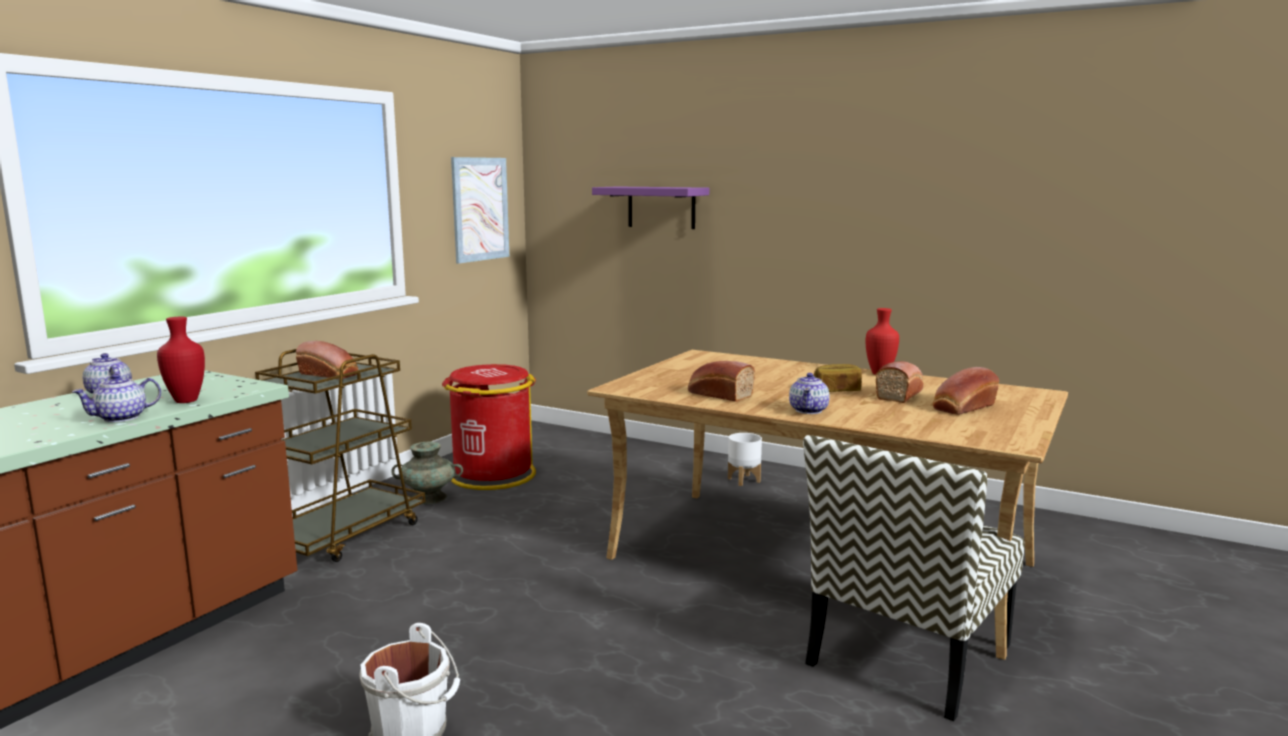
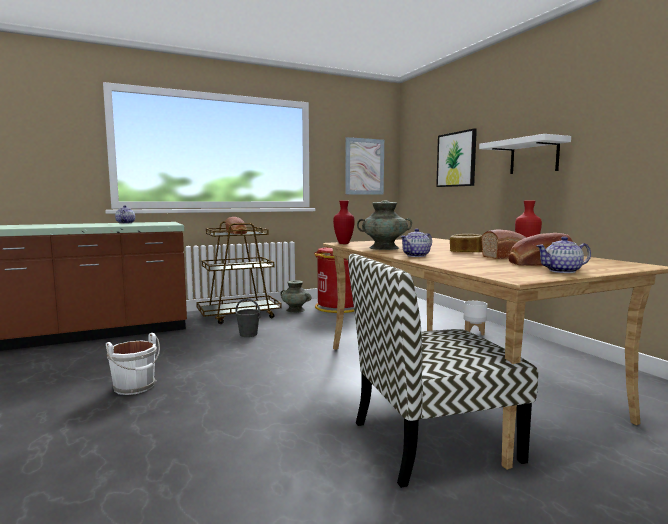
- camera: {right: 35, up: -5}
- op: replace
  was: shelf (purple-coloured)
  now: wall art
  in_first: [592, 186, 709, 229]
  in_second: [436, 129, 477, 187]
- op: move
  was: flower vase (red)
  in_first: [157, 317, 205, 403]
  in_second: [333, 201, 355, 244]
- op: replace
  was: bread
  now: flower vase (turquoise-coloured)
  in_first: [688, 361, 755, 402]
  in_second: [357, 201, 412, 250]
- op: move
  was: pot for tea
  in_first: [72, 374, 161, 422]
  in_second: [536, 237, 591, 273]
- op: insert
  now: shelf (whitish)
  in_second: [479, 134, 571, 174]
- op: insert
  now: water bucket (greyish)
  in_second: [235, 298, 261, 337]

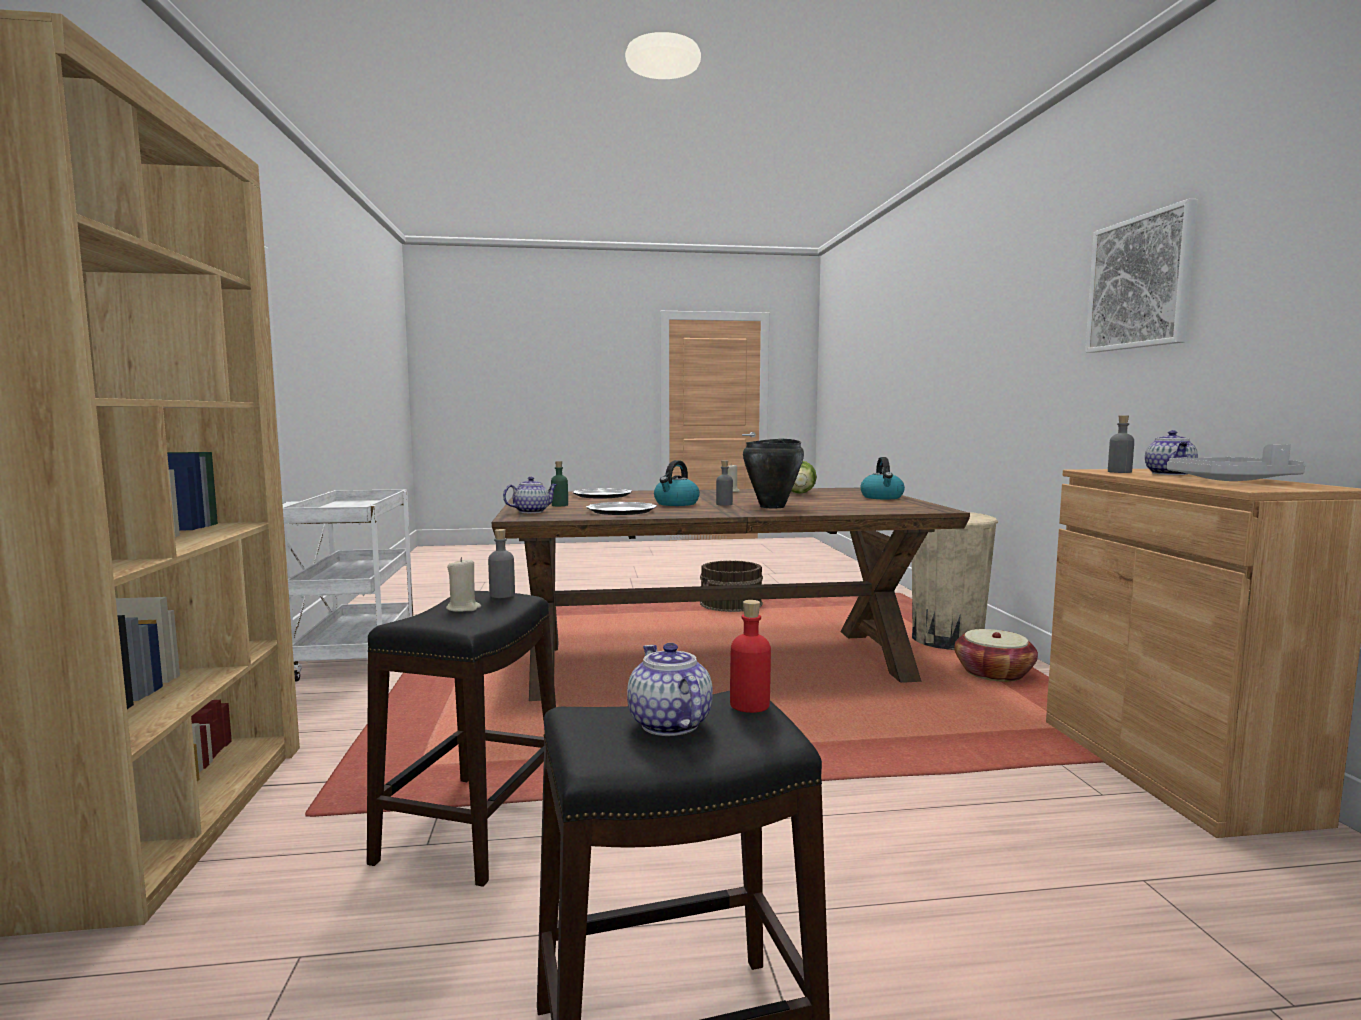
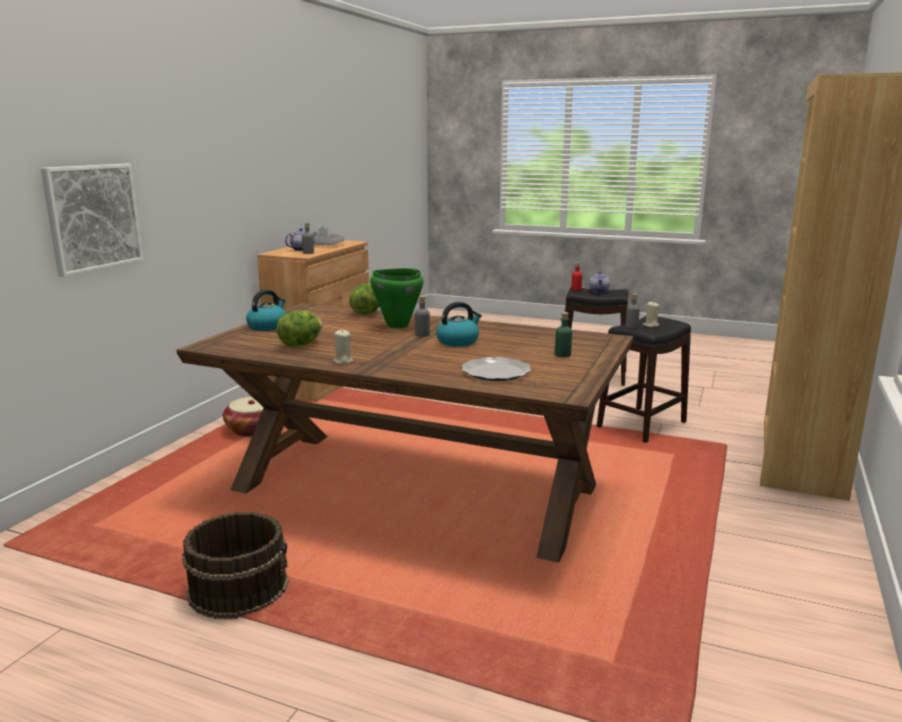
- camera: {right: -150, up: 10}
- op: move
  was: wall art
  in_first: [1085, 199, 1198, 353]
  in_second: [41, 164, 144, 277]
- op: recolor
  was: cooking pot (black)
  now: cooking pot (greenish)
  in_first: [743, 438, 804, 508]
  in_second: [370, 268, 423, 329]
- op: delete
  was: pot for tea
  in_first: [503, 477, 557, 513]
- op: delete
  was: trolley (whitish)
  in_first: [283, 489, 413, 681]
- op: delete
  was: dinner plate
  in_first: [586, 502, 657, 515]
- op: delete
  was: waste bin (sand-coloured)
  in_first: [912, 512, 998, 650]
- op: insert
  now: lettuce head
  in_second: [349, 284, 379, 315]

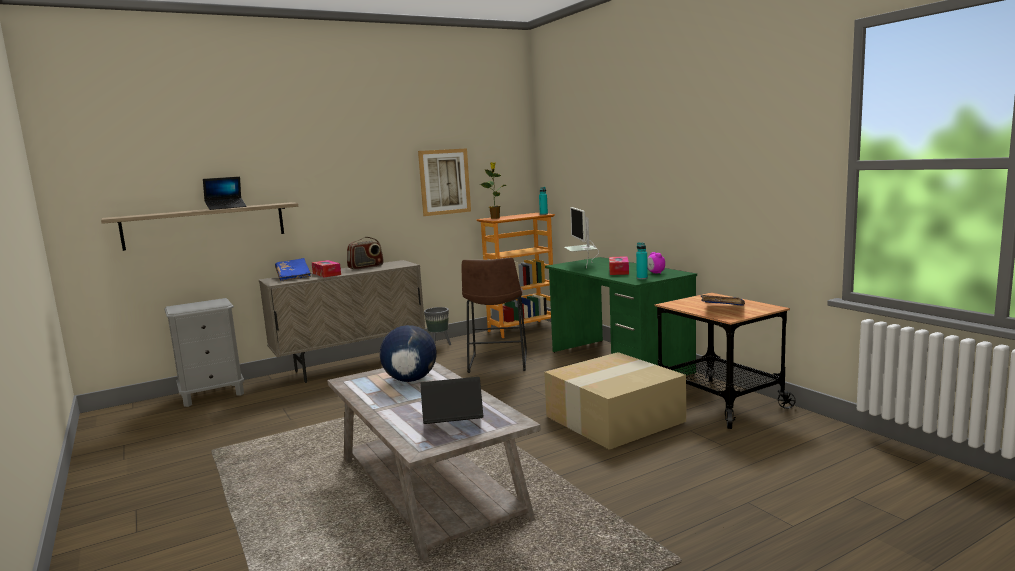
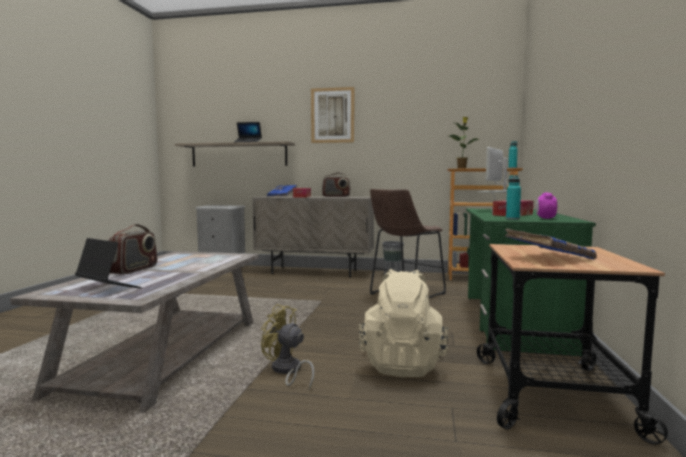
- camera: {right: 40, up: -5}
- op: move
  was: wall art
  in_first: [418, 148, 471, 216]
  in_second: [311, 87, 354, 143]
- op: delete
  was: globe
  in_first: [380, 325, 437, 382]
- op: replace
  was: cardboard box
  now: backpack (sand-coloured)
  in_first: [544, 352, 686, 450]
  in_second: [359, 269, 449, 377]
- op: insert
  now: radio
  in_second: [108, 224, 157, 274]
- op: insert
  now: fan (yellow)
  in_second: [261, 304, 314, 390]

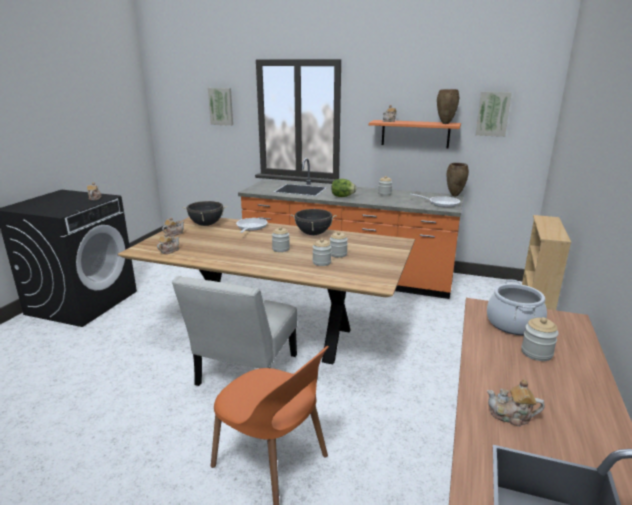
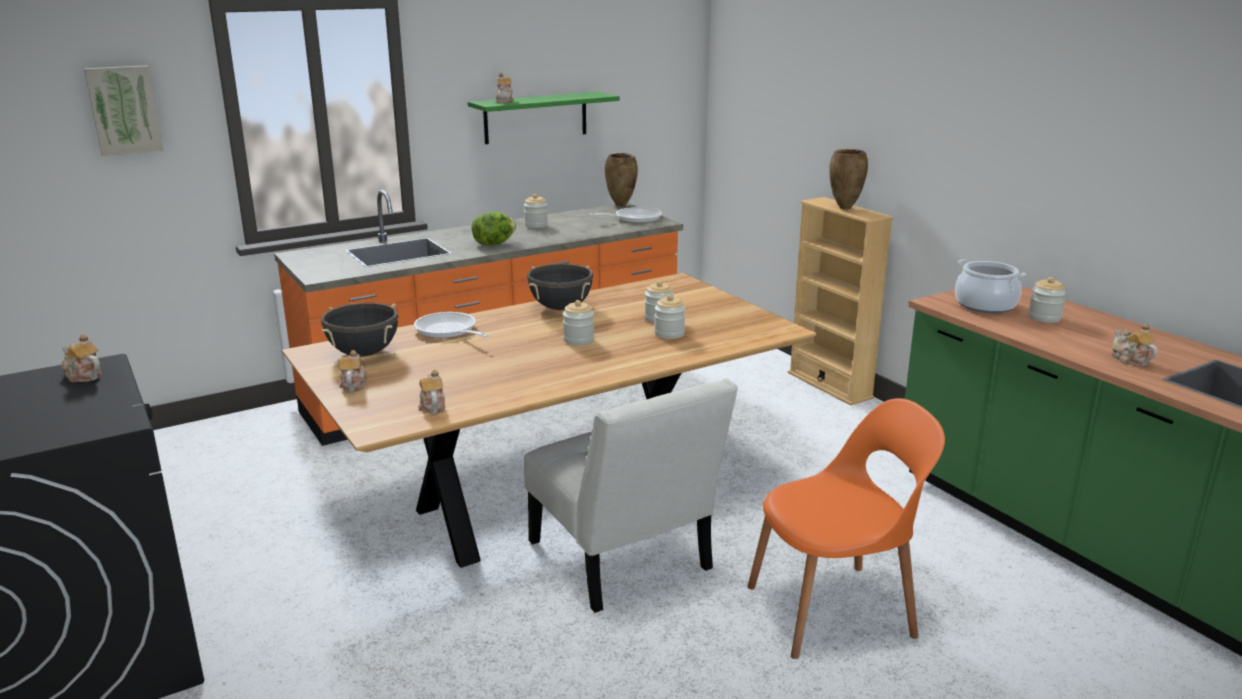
- camera: {right: -50, up: 0}
- op: move
  was: flower vase (brownish)
  in_first: [437, 89, 459, 124]
  in_second: [829, 149, 868, 210]
- op: delete
  was: wall art
  in_first: [476, 92, 512, 137]
- op: recolor
  was: shelf (orangey)
  now: shelf (greenish)
  in_first: [369, 120, 461, 149]
  in_second: [468, 92, 620, 144]
- op: rotate
  was: pot for tea
  in_first: [487, 379, 544, 426]
  in_second: [1111, 323, 1158, 366]
  clockwise: 105

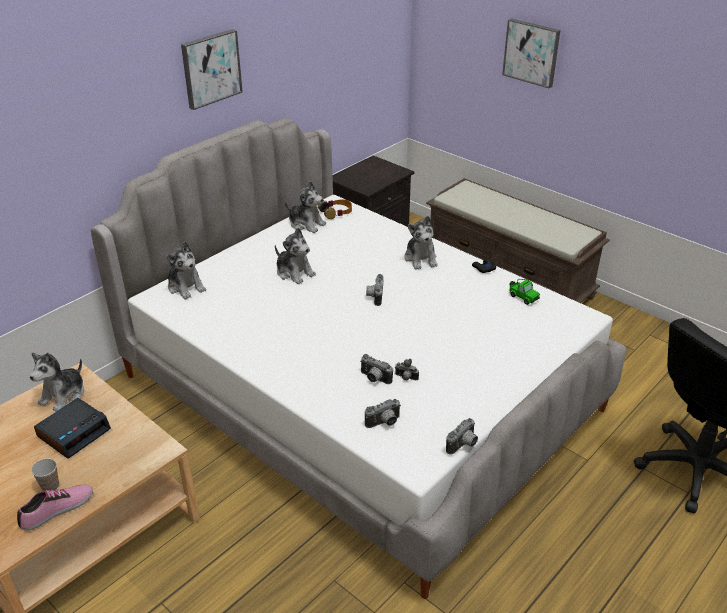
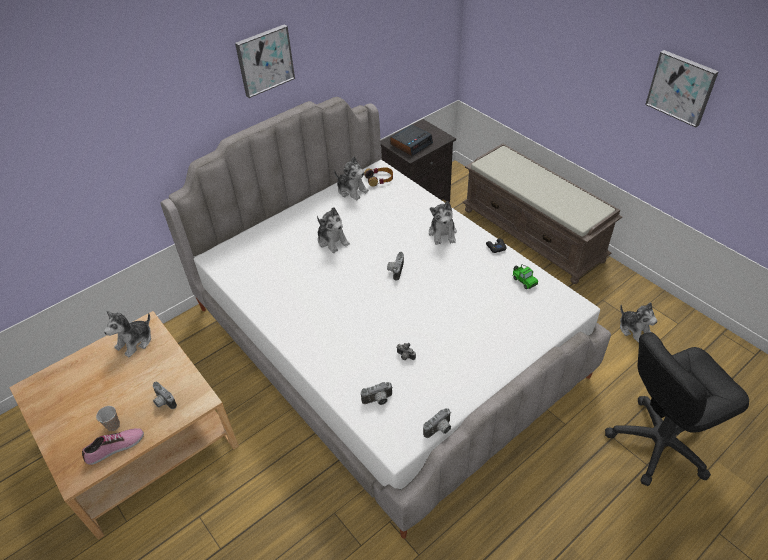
- camera: {right: 10, up: 10}
- op: move
  was: wall art
  in_first: [502, 18, 561, 88]
  in_second: [645, 50, 719, 128]
- op: move
  was: soft toy
  in_first: [167, 242, 206, 299]
  in_second: [620, 302, 657, 343]
- op: move
  was: photo camera
  in_first: [360, 354, 393, 384]
  in_second: [153, 382, 177, 409]
- op: move
  was: bedside clock
  in_first: [34, 398, 111, 459]
  in_second: [390, 125, 433, 156]

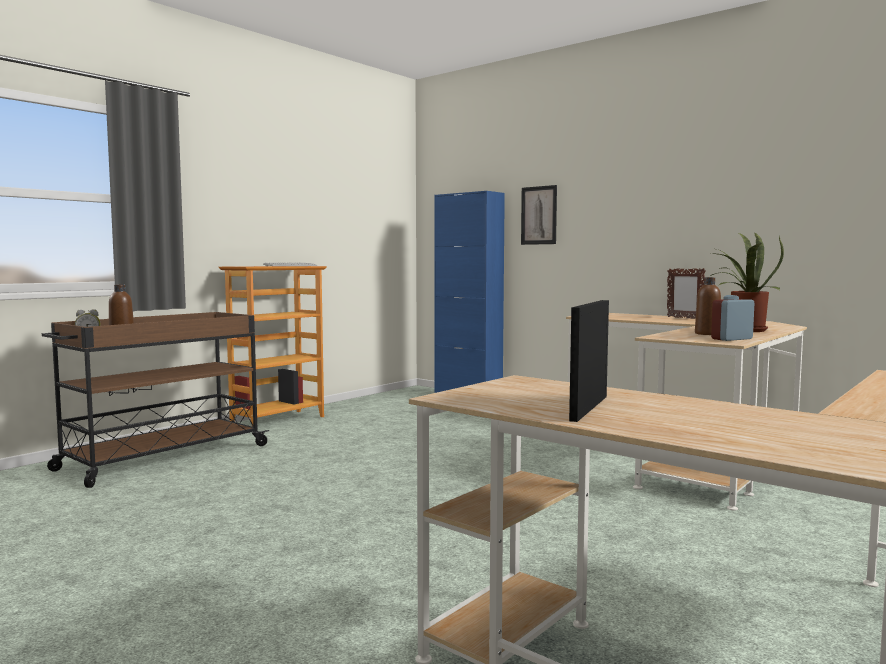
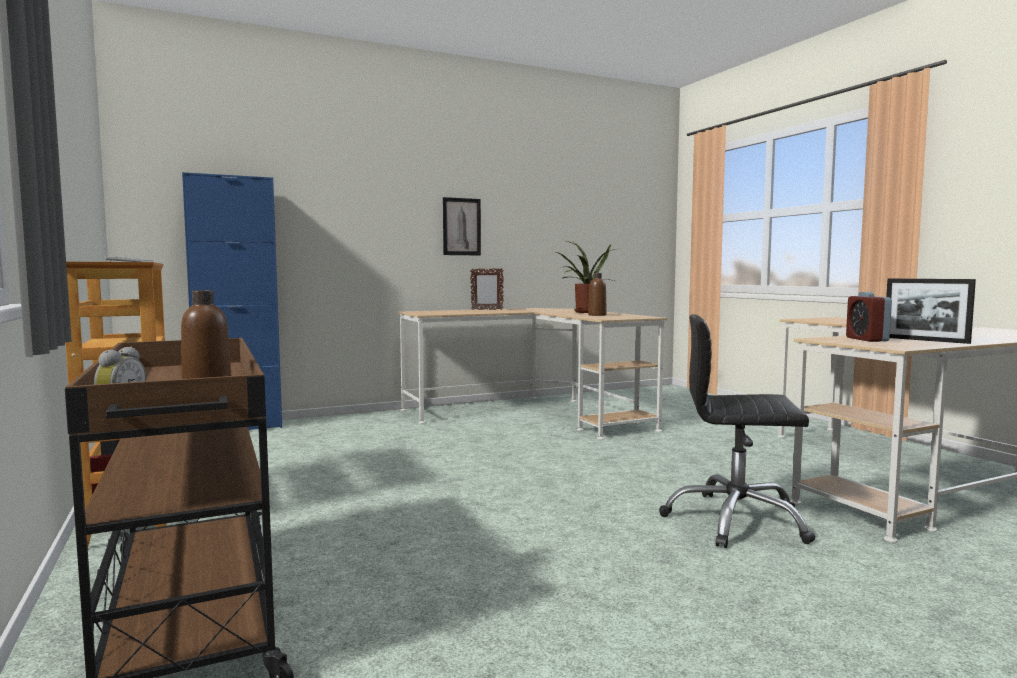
- camera: {right: -65, up: 0}
- op: move
  was: wall art
  in_first: [521, 185, 557, 245]
  in_second: [443, 197, 481, 255]
- op: move
  was: bedside clock
  in_first: [711, 295, 754, 341]
  in_second: [846, 292, 892, 342]
- op: insert
  now: desk chair (black)
  in_second: [659, 314, 815, 548]

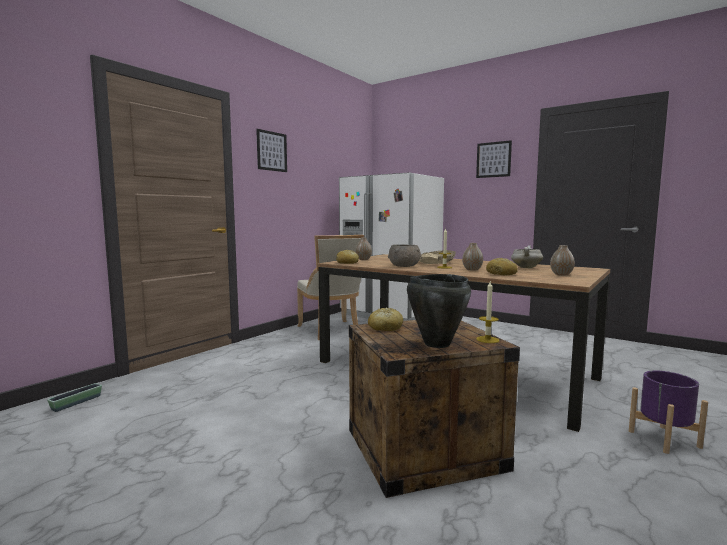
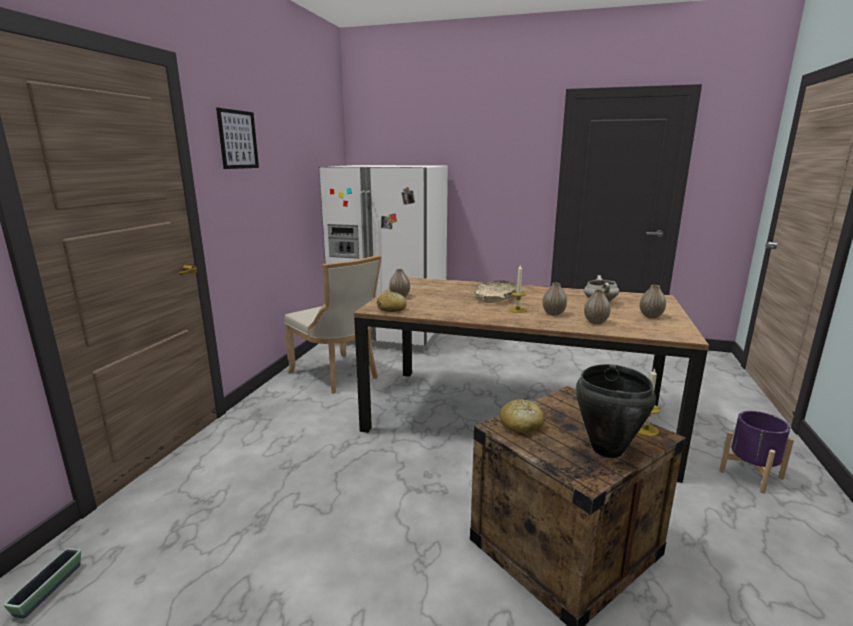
- camera: {right: -20, up: 10}
- op: delete
  was: wall art
  in_first: [476, 140, 512, 178]
- op: delete
  was: bowl (greyish)
  in_first: [388, 244, 422, 267]
- op: replace
  was: bread
  now: flower vase
  in_first: [486, 258, 518, 275]
  in_second: [584, 290, 611, 324]

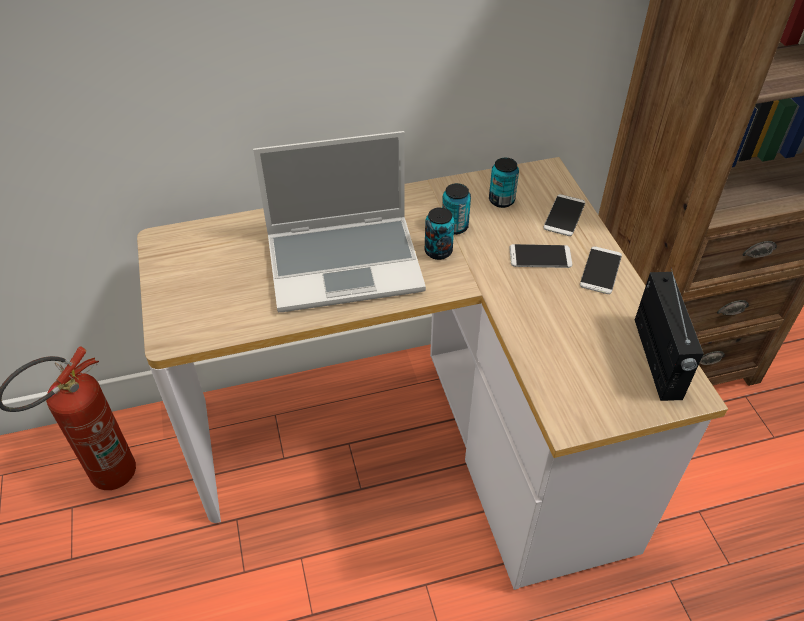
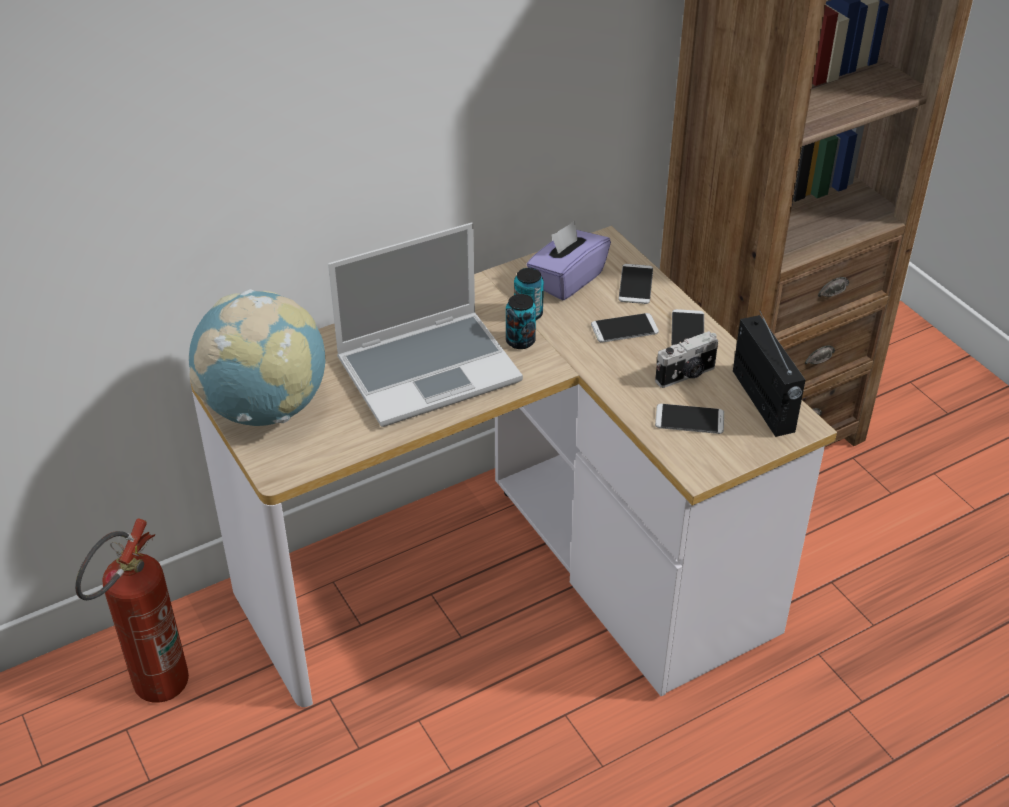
- camera: {right: -15, up: -5}
- op: replace
  was: can
  now: box of tissues (purple-coloured)
  in_first: [489, 158, 519, 208]
  in_second: [527, 221, 611, 301]
- op: insert
  now: globe
  in_second: [189, 289, 325, 426]
- op: insert
  now: photo camera
  in_second: [655, 331, 718, 388]
- op: insert
  now: handset
  in_second: [655, 404, 724, 434]

